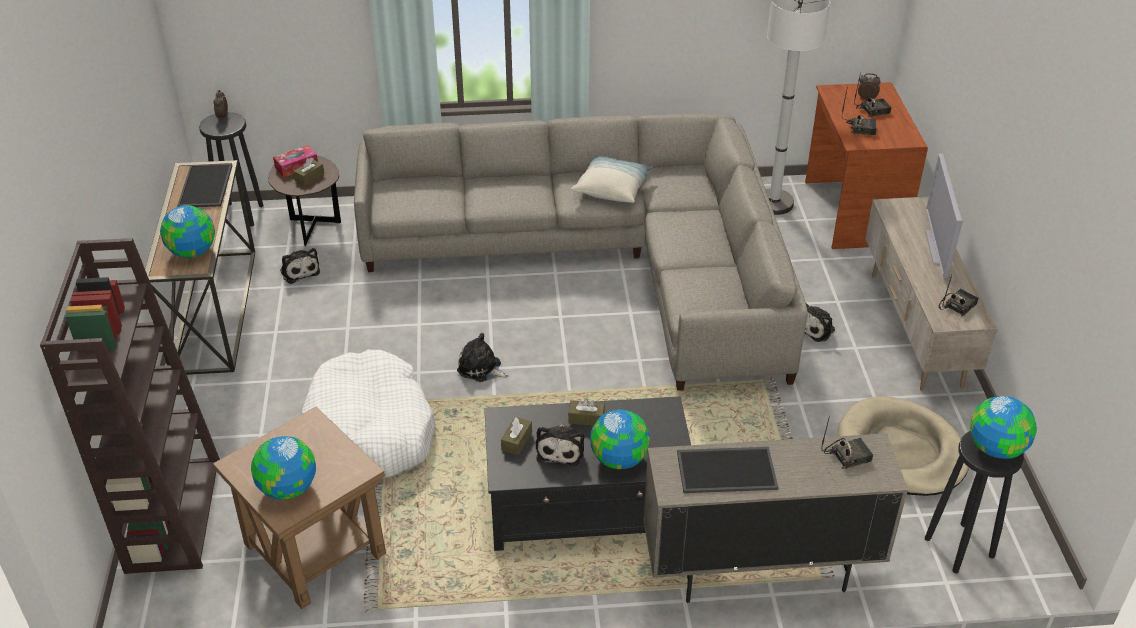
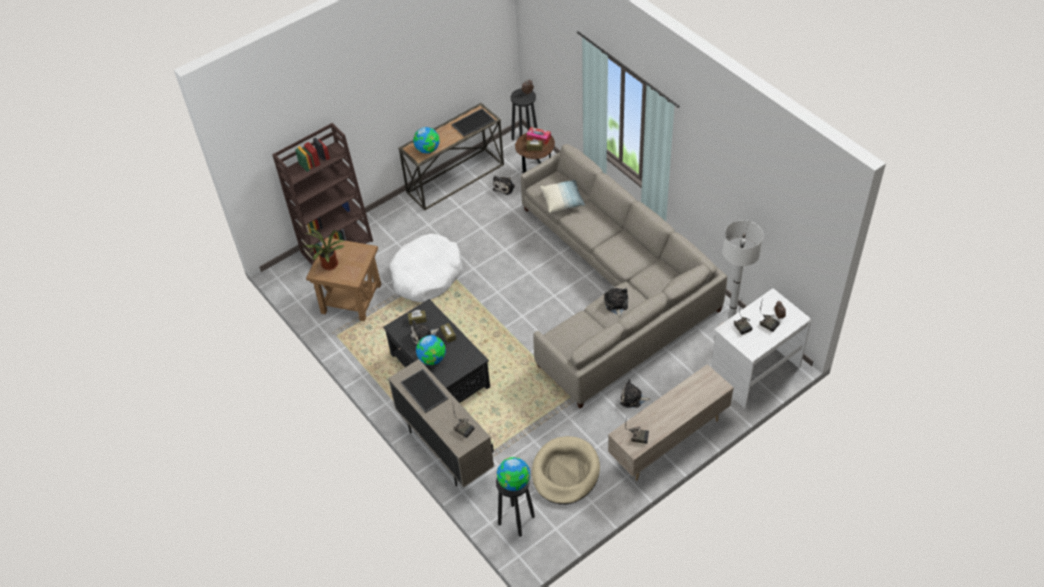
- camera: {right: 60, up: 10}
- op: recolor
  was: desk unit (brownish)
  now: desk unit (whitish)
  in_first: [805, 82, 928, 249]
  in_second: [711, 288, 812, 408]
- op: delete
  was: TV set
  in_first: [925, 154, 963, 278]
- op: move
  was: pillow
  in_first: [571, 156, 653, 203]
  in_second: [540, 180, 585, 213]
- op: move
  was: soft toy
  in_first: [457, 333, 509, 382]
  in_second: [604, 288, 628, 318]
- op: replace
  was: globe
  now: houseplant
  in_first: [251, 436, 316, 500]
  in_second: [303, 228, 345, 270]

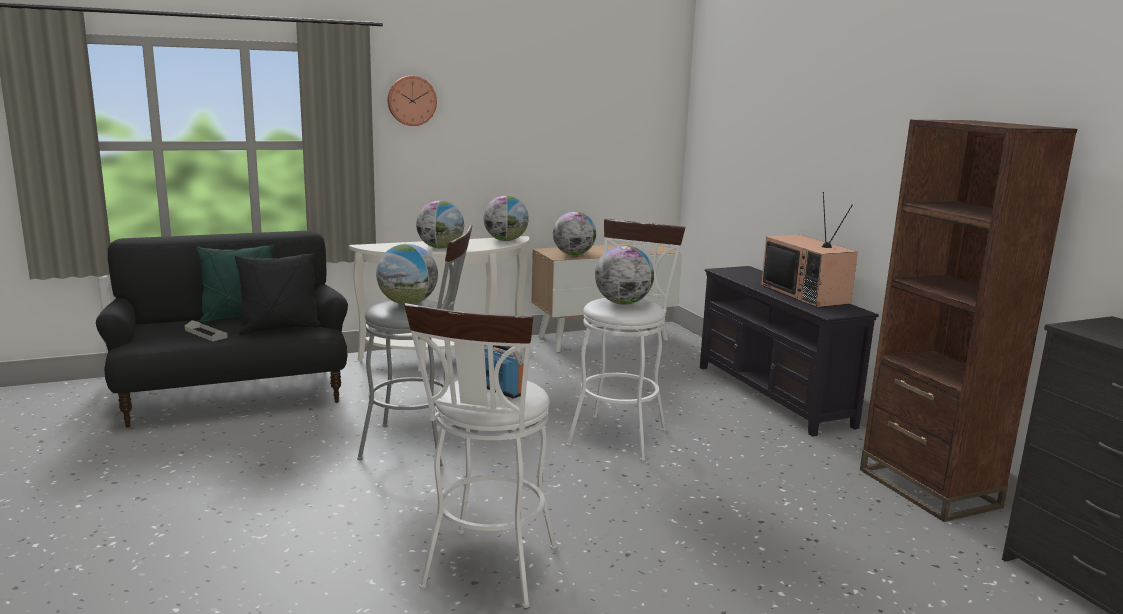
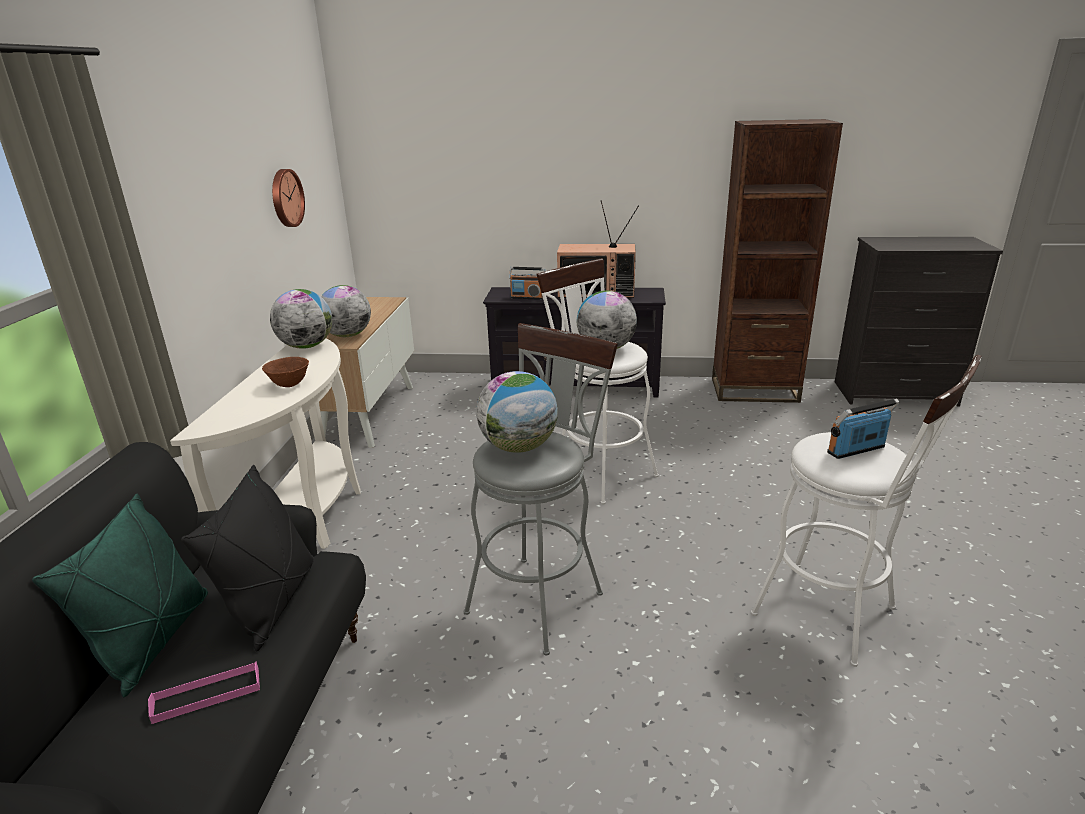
- camera: {right: -60, up: 10}
- op: move
  was: clock on the wall
  in_first: [388, 76, 437, 126]
  in_second: [272, 169, 305, 227]
- op: replace
  was: globe
  now: bowl (brownish)
  in_first: [416, 201, 464, 248]
  in_second: [262, 357, 309, 387]
- op: recolor
  was: serving tray (greyish)
  now: serving tray (pinkish)
  in_first: [185, 320, 228, 342]
  in_second: [148, 661, 260, 724]
- op: insert
  now: radio
  in_second: [509, 267, 545, 300]

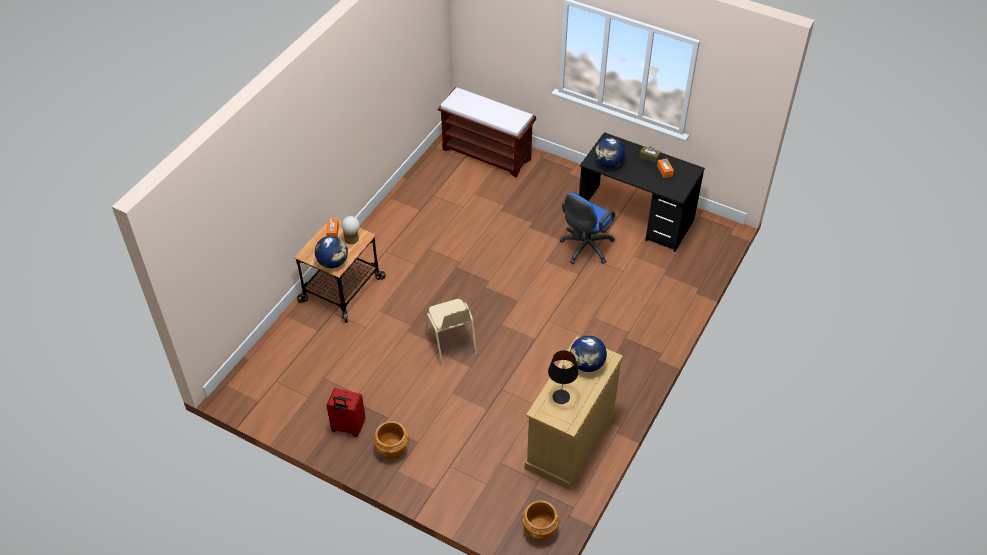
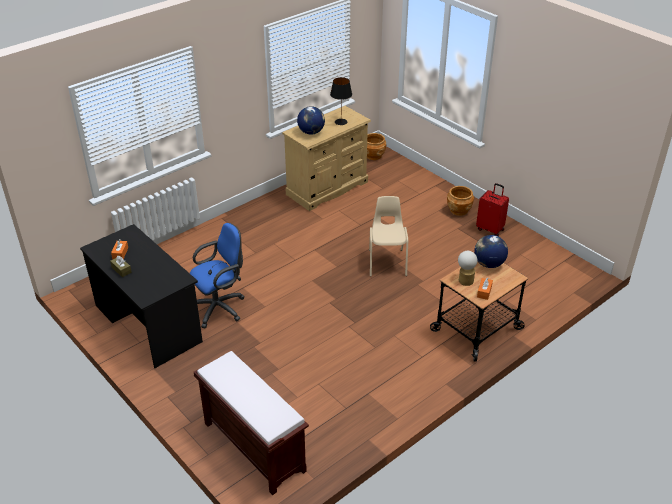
- camera: {right: -160, up: -10}
- op: delete
  was: globe
  in_first: [595, 138, 626, 168]

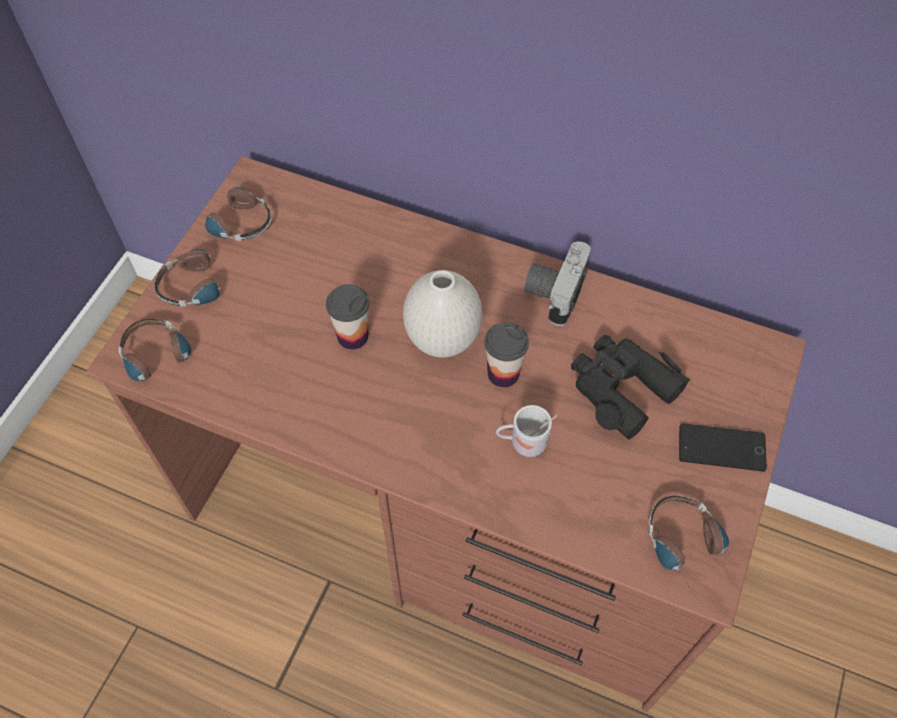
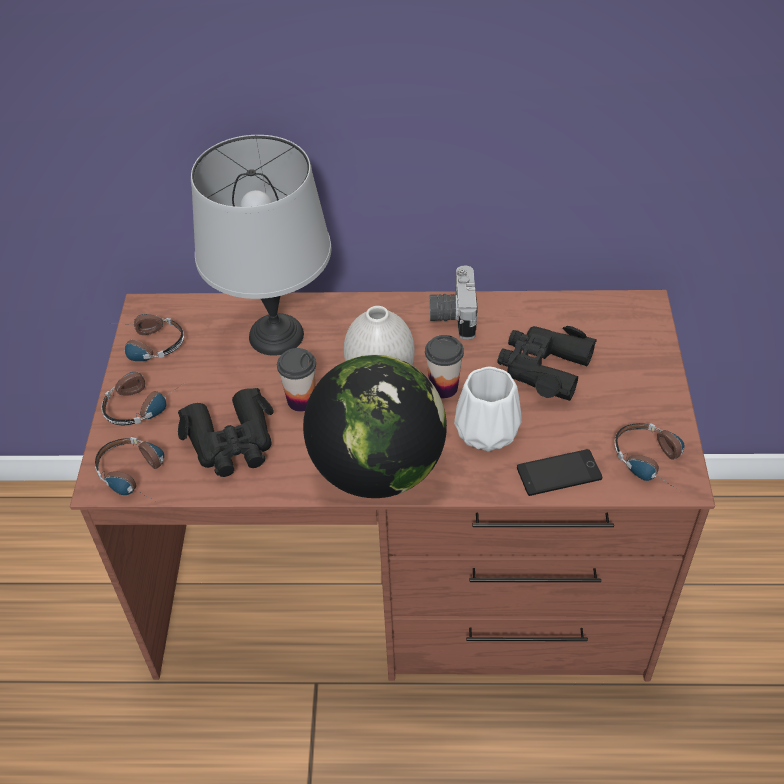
- camera: {right: -20, up: -10}
- op: replace
  was: tea mug (whitish)
  now: flower vase (whitish)
  in_first: [496, 405, 557, 457]
  in_second: [454, 367, 522, 452]
- op: move
  was: handset
  in_first: [679, 423, 767, 472]
  in_second: [517, 449, 602, 496]
- op: insert
  now: lamp for a table (greyish)
  in_second: [191, 135, 331, 356]
- op: insert
  now: globe
  in_second: [303, 355, 447, 498]
- op: insert
  now: pair of binoculars (black)
  in_second: [178, 388, 274, 477]

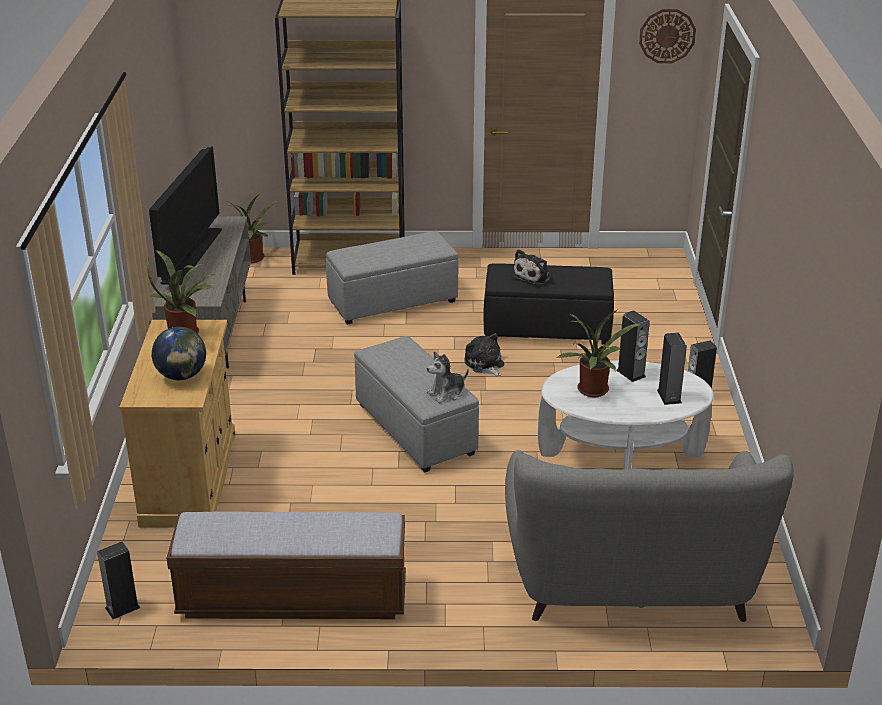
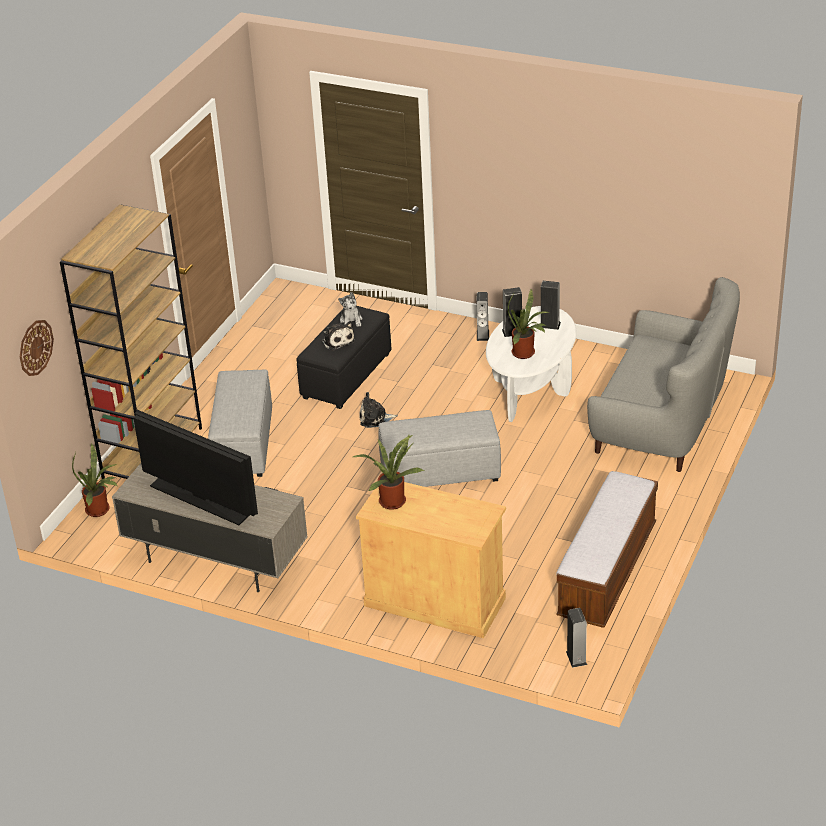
- camera: {right: -65, up: 5}
- op: move
  was: clock on the wall
  in_first: [639, 9, 696, 63]
  in_second: [20, 320, 54, 376]
- op: delete
  was: globe
  in_first: [152, 327, 206, 380]
- op: move
  was: soft toy
  in_first: [427, 351, 469, 403]
  in_second: [338, 292, 362, 327]

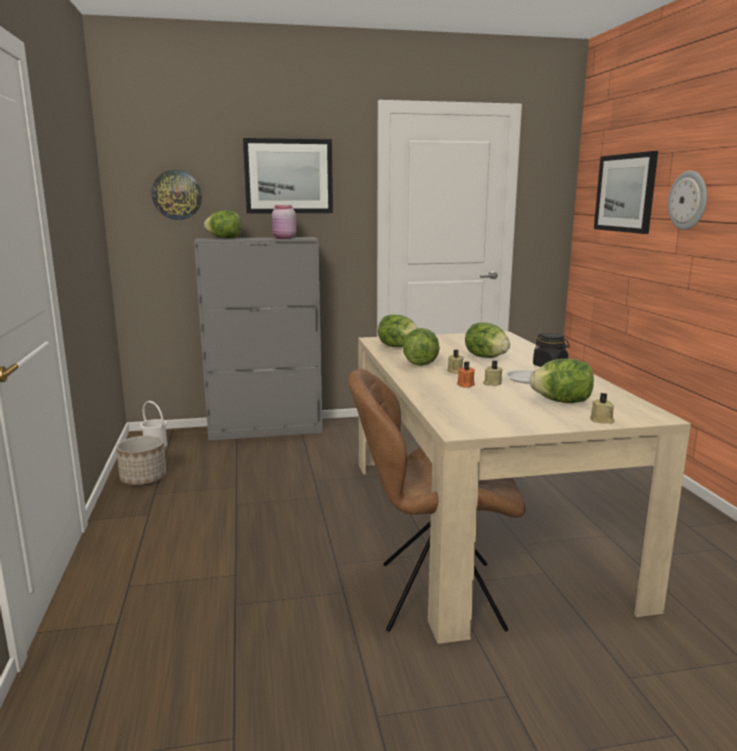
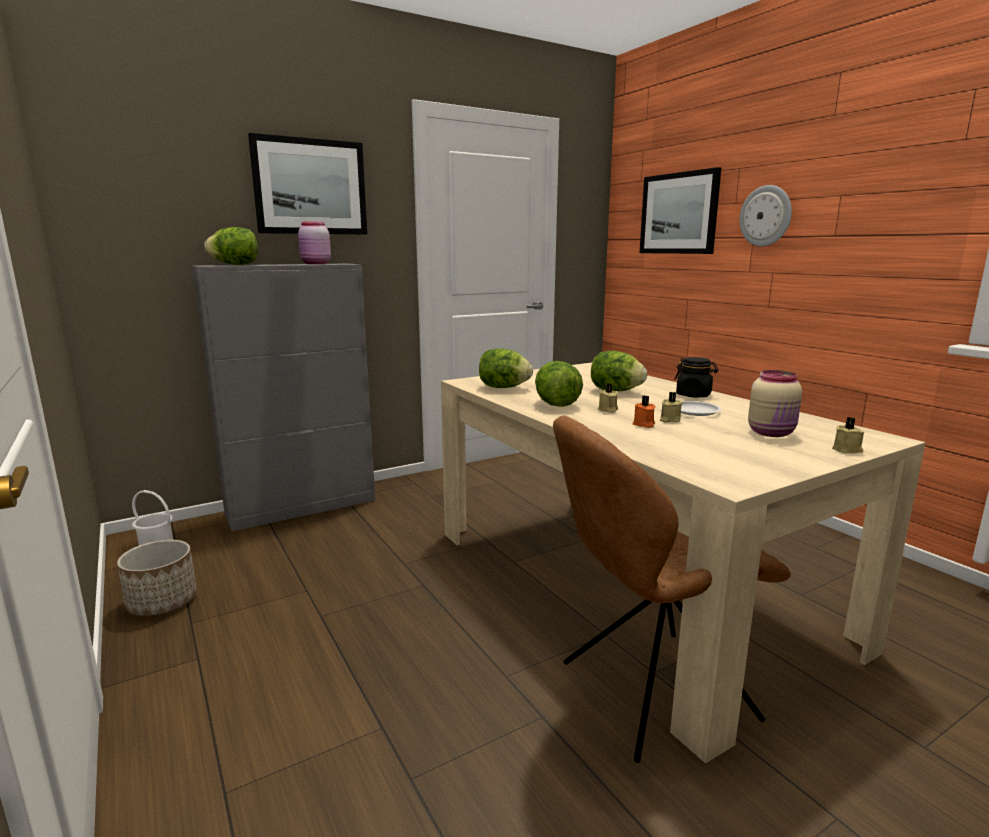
- camera: {right: -20, up: 0}
- op: delete
  was: clock on the wall
  in_first: [152, 170, 202, 220]
- op: replace
  was: lettuce head
  now: storage jar (sand-coloured)
  in_first: [530, 359, 594, 403]
  in_second: [748, 370, 802, 437]

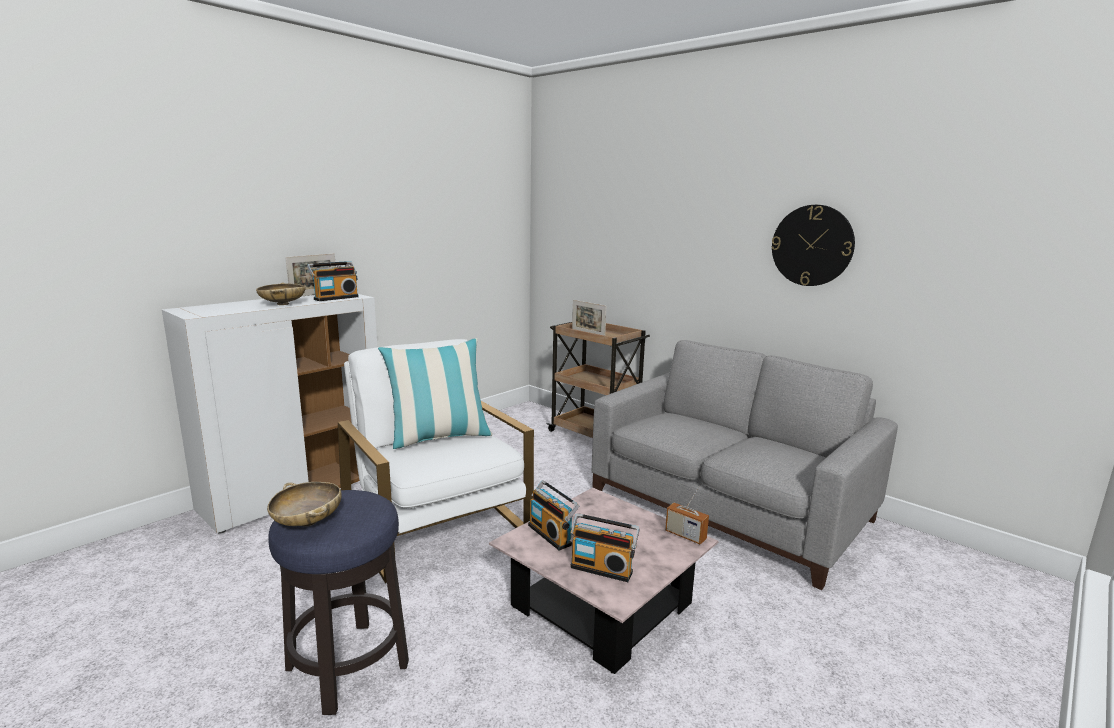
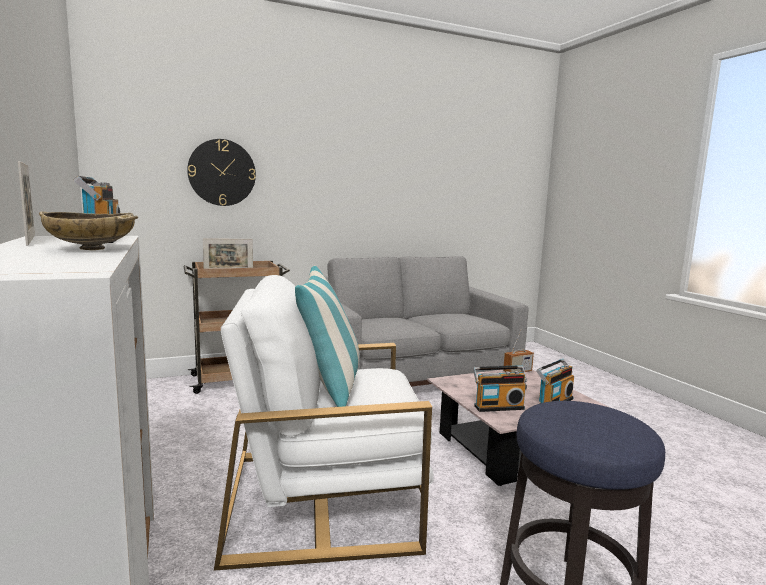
- camera: {right: -65, up: -5}
- op: move
  was: clock on the wall
  in_first: [771, 205, 855, 286]
  in_second: [187, 139, 256, 206]
- op: delete
  was: bowl (sand-coloured)
  in_first: [267, 482, 342, 526]

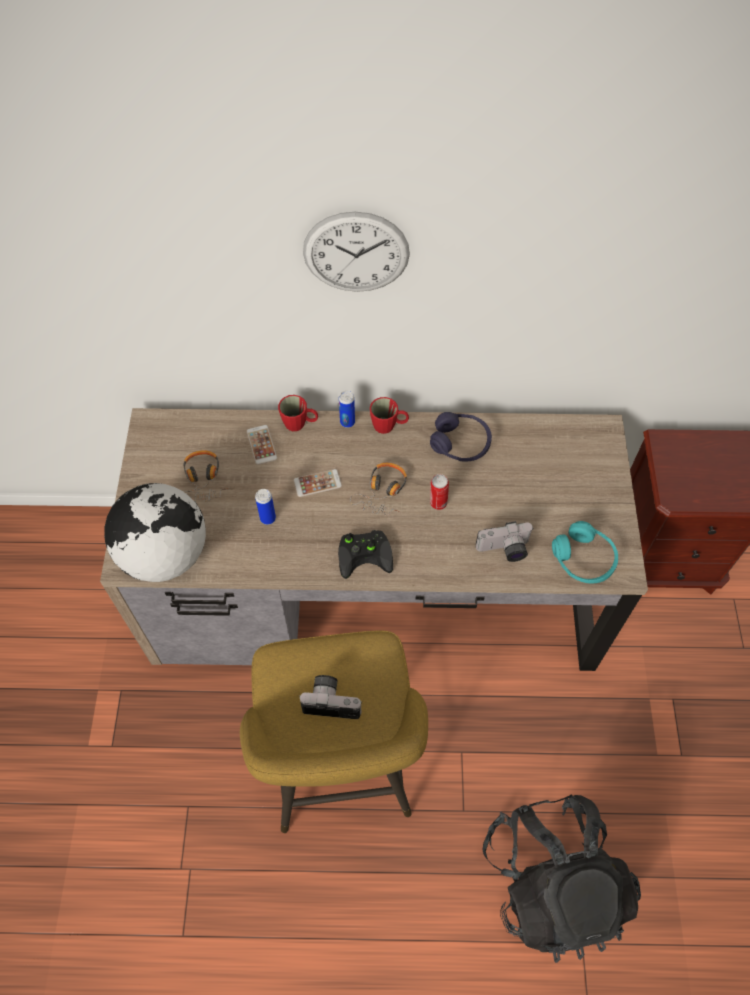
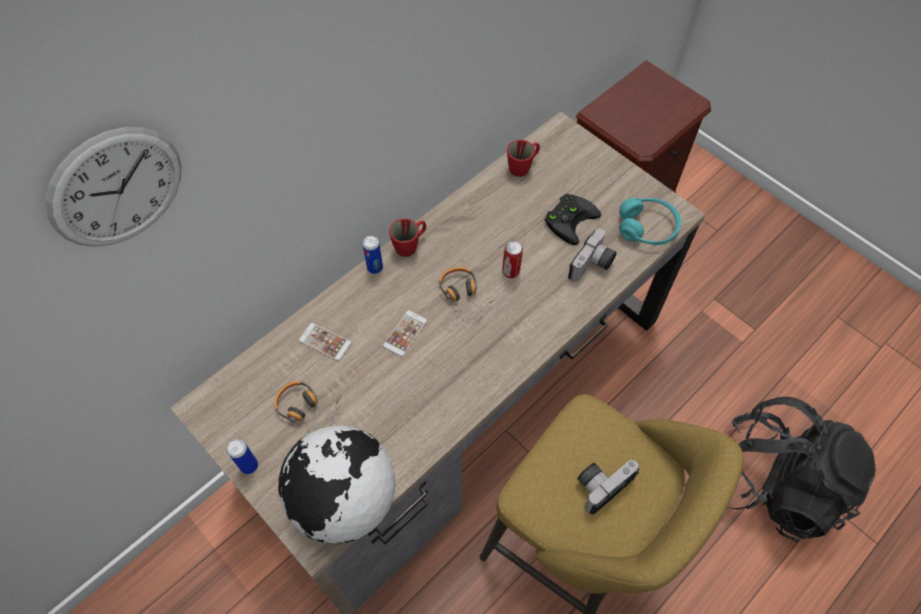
- camera: {right: -45, up: 0}
- op: move
  was: clock on the wall
  in_first: [303, 212, 410, 292]
  in_second: [45, 127, 182, 247]
- op: move
  was: tea mug (red)
  in_first: [278, 395, 318, 431]
  in_second: [507, 140, 540, 177]
- op: delete
  was: headset (purple-coloured)
  in_first: [430, 412, 492, 462]
- op: move
  was: can
  in_first: [255, 489, 276, 525]
  in_second: [227, 439, 258, 474]
- op: move
  was: gamepad (black)
  in_first: [338, 530, 393, 579]
  in_second: [545, 194, 601, 245]

